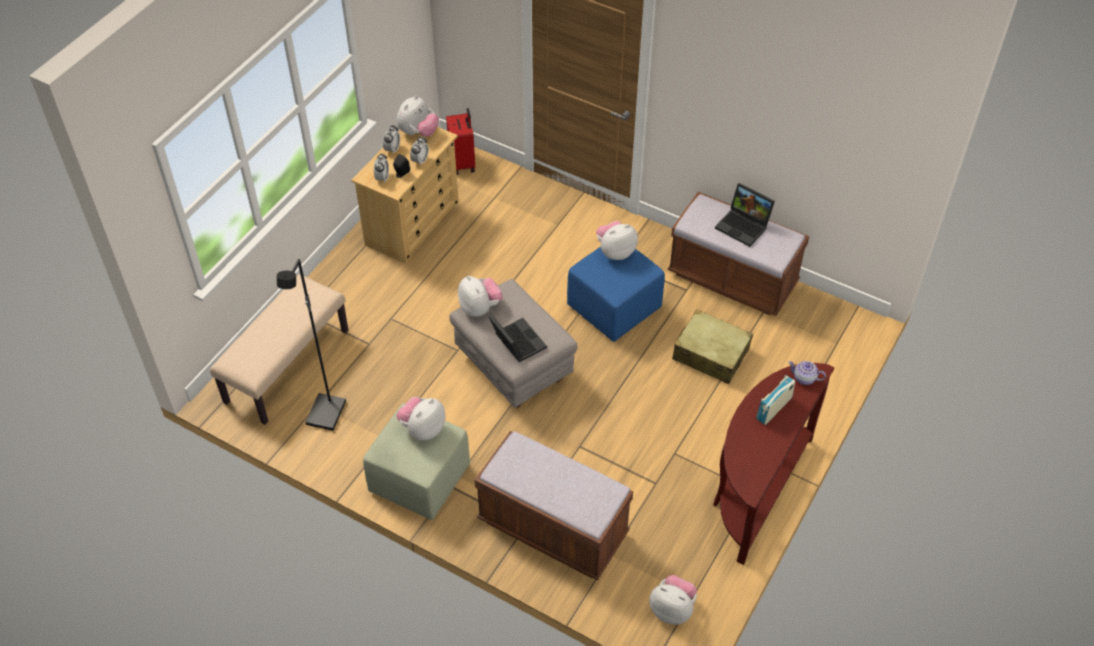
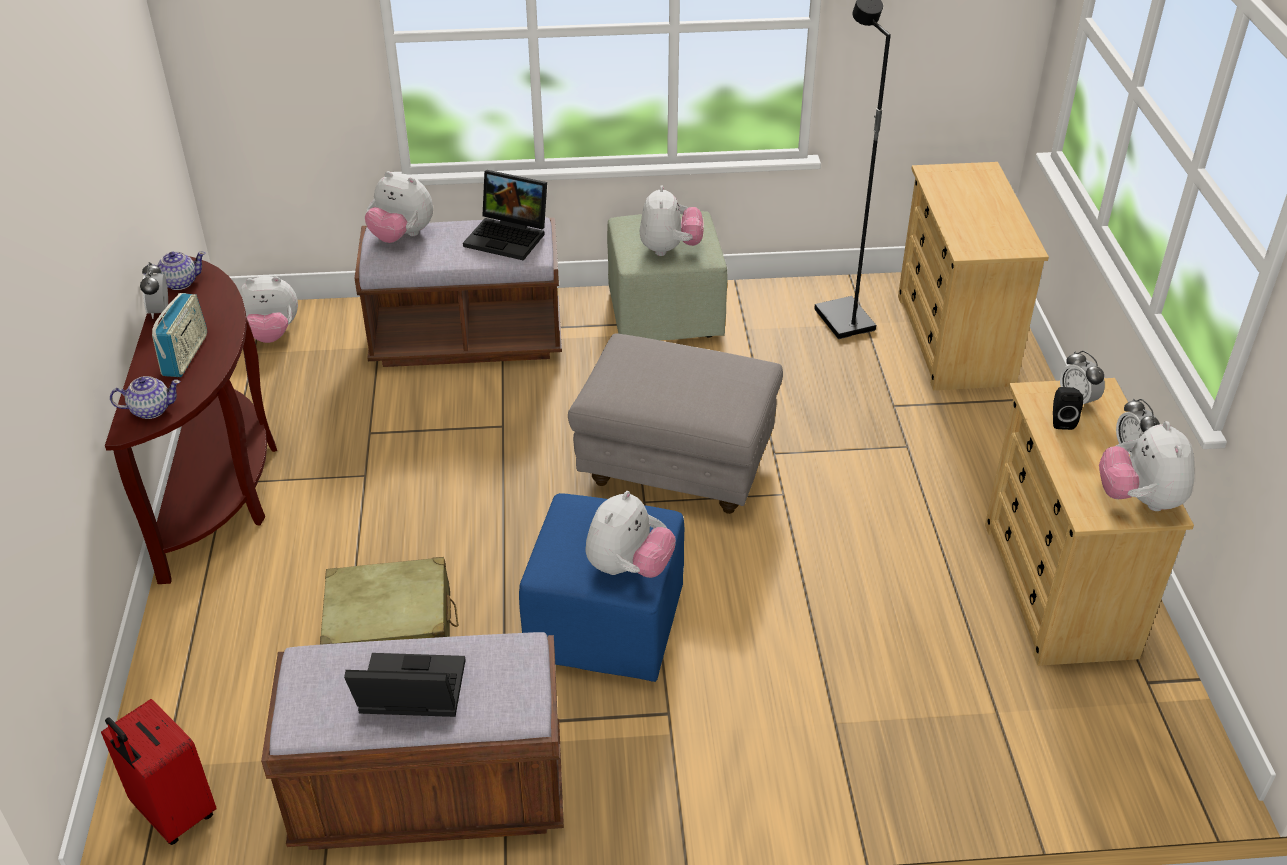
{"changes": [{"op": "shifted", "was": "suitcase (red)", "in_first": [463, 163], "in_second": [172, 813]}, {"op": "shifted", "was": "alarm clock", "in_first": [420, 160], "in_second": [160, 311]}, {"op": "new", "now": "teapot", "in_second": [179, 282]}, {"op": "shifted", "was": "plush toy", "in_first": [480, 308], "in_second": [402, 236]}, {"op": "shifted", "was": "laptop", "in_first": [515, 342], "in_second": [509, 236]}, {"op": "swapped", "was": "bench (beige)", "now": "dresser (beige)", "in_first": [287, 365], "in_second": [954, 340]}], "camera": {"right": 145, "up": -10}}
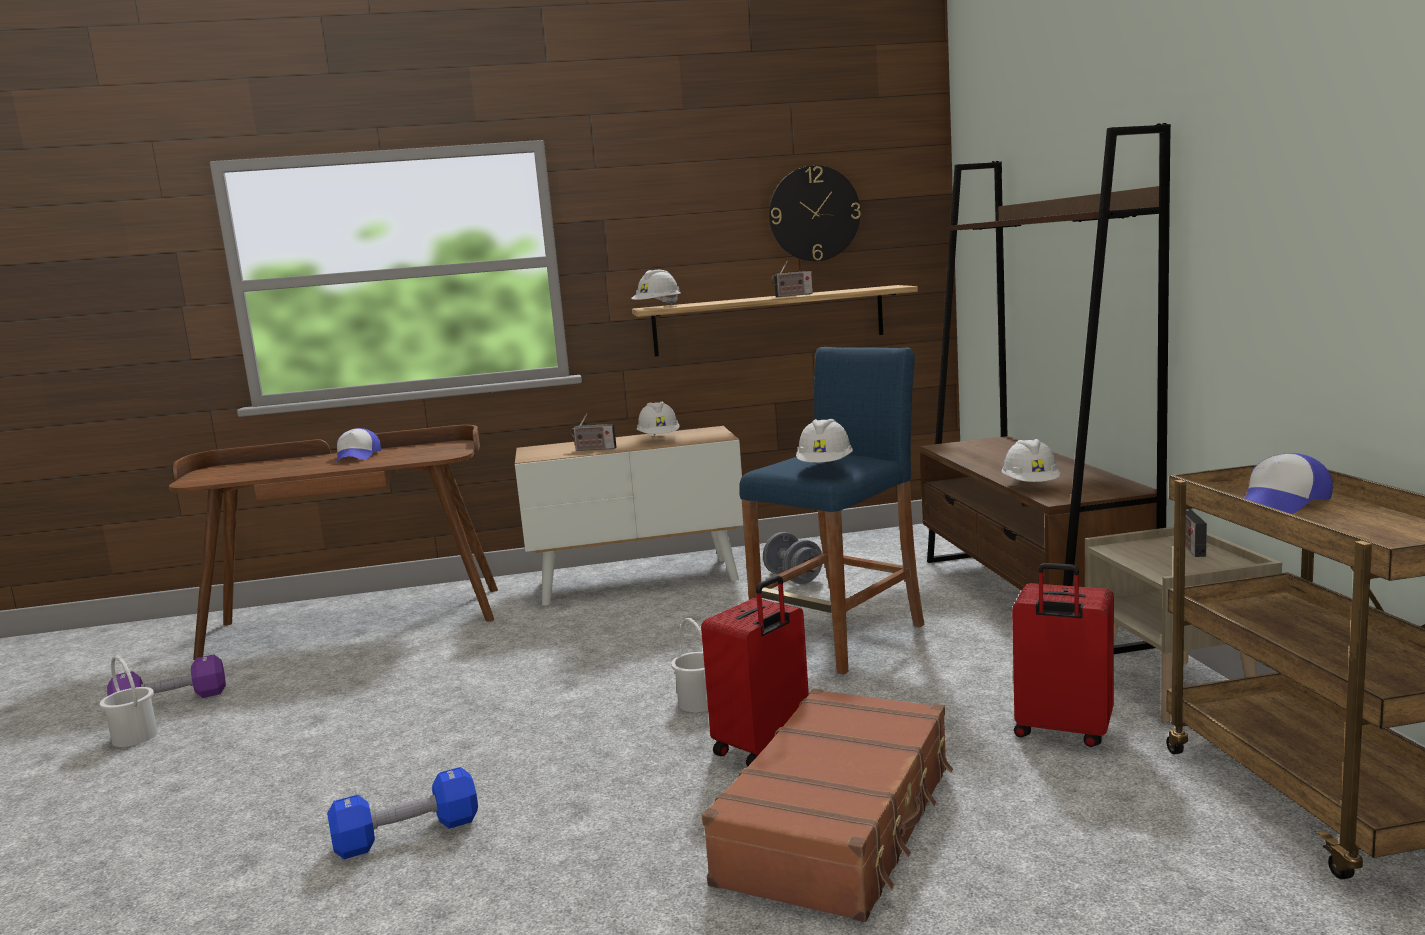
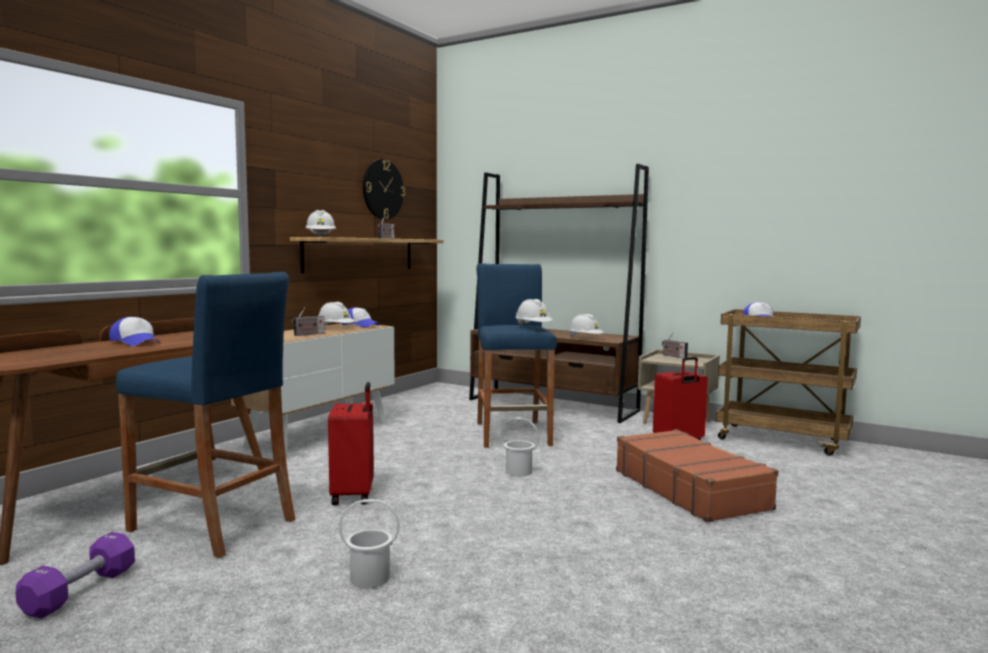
{"changes": [{"op": "new", "now": "stool (blue)", "in_second": [212, 525]}, {"op": "shifted", "was": "suitcase (red)", "in_first": [763, 747], "in_second": [354, 495]}, {"op": "shifted", "was": "bucket (white)", "in_first": [135, 737], "in_second": [369, 578]}, {"op": "new", "now": "cap", "in_second": [360, 325]}, {"op": "gone", "was": "dumbbell (blue)", "in_first": [407, 835]}, {"op": "gone", "was": "dumbbell (grey)", "in_first": [793, 578]}], "camera": {"right": -50, "up": -5}}
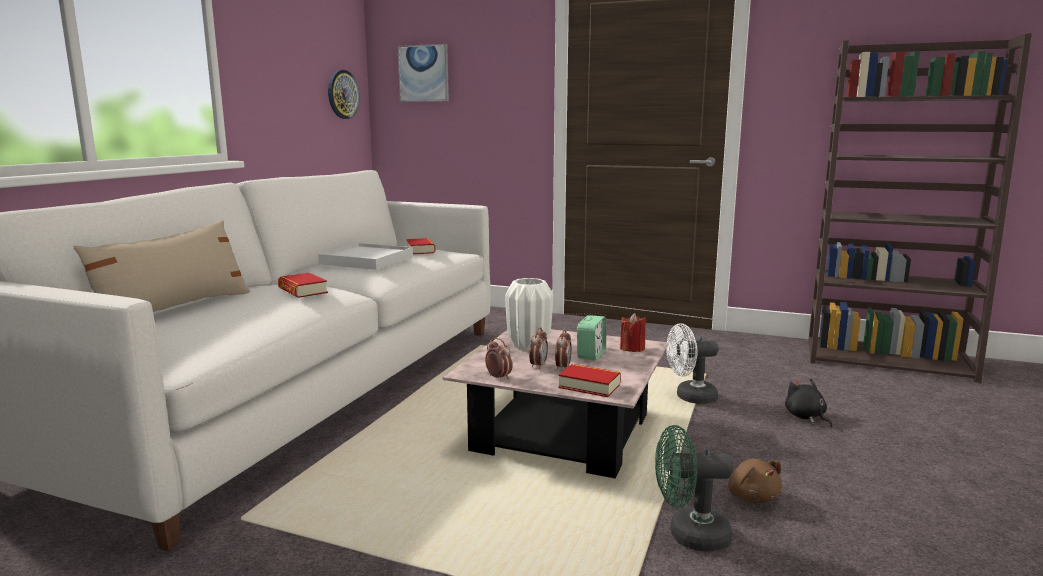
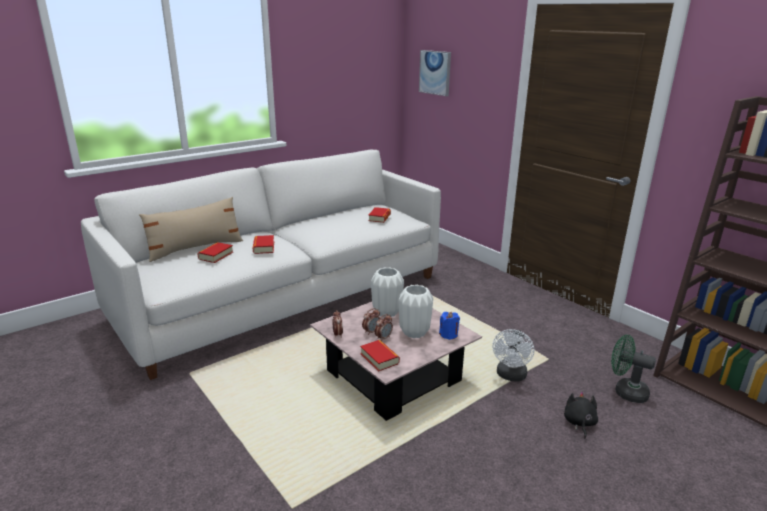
{"changes": [{"op": "new", "now": "book", "in_second": [216, 255]}, {"op": "swapped", "was": "alarm clock", "now": "vase (white)", "in_first": [591, 355], "in_second": [414, 332]}, {"op": "repainted", "was": "candle (red)", "now": "candle (blue)", "in_first": [632, 348], "in_second": [448, 334]}, {"op": "rotated", "was": "fan (white)", "in_first": [690, 397], "in_second": [510, 376], "clockwise": -90}, {"op": "shifted", "was": "fan (green)", "in_first": [689, 535], "in_second": [625, 391]}, {"op": "gone", "was": "tray (white)", "in_first": [367, 260]}, {"op": "gone", "was": "wall clock", "in_first": [342, 94]}, {"op": "gone", "was": "plush toy (brown)", "in_first": [751, 496]}], "camera": {"right": 30, "up": 10}}
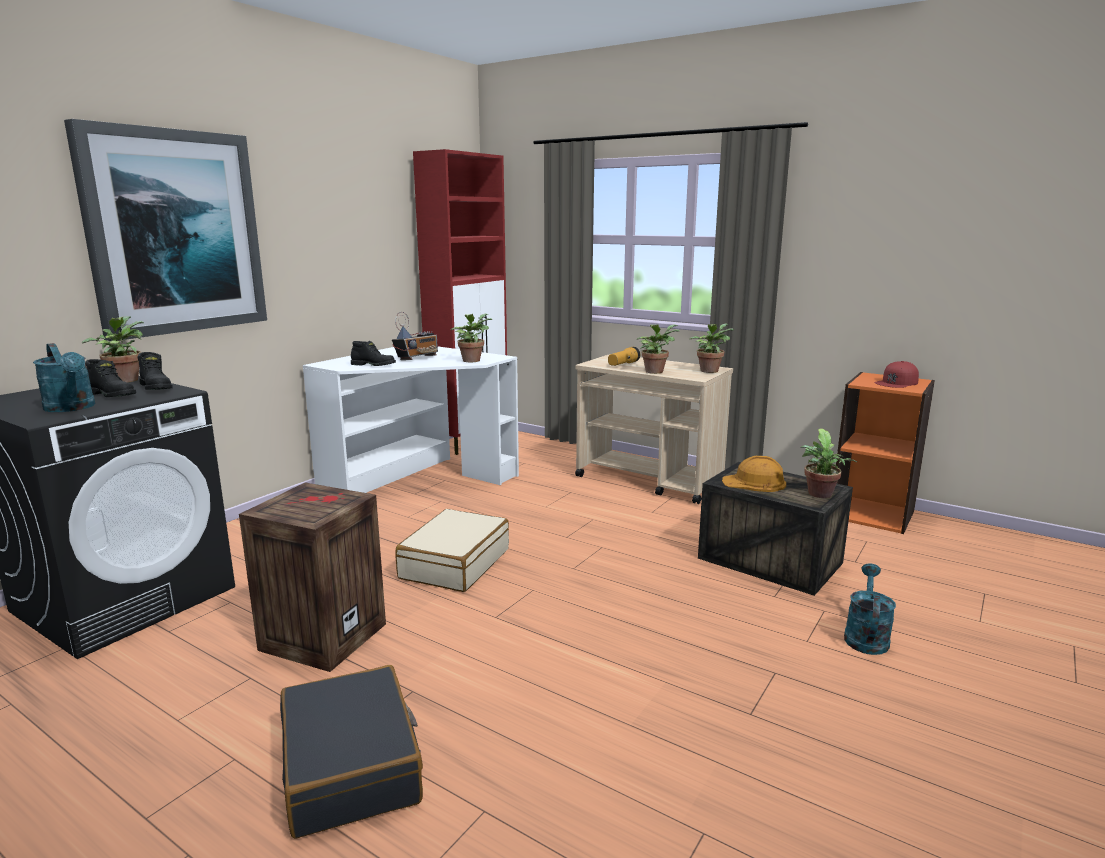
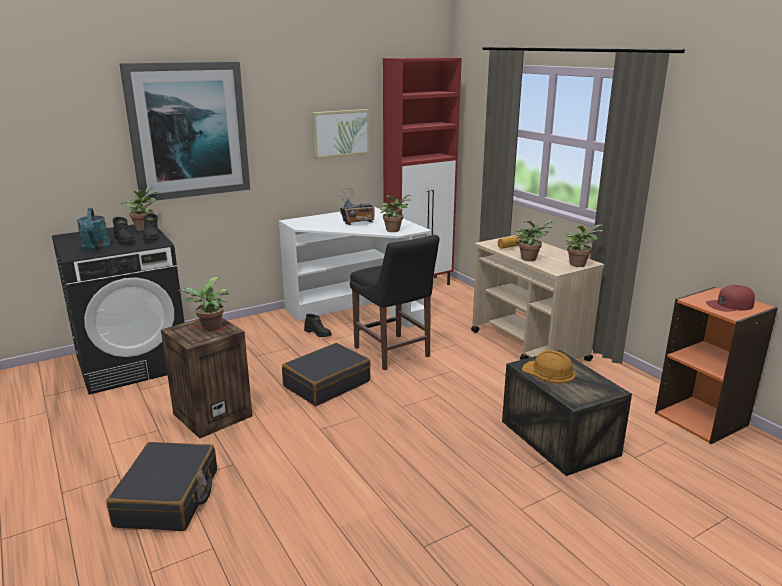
{"changes": [{"op": "shifted", "was": "potted plant", "in_first": [820, 495], "in_second": [209, 328]}, {"op": "repainted", "was": "suitcase (beige)", "now": "suitcase (black)", "in_first": [454, 563], "in_second": [326, 384]}, {"op": "shifted", "was": "boot (black)", "in_first": [374, 365], "in_second": [318, 333]}, {"op": "new", "now": "picture", "in_second": [340, 133]}, {"op": "new", "now": "chair (black)", "in_second": [393, 353]}, {"op": "gone", "was": "watering can (turquoise)", "in_first": [865, 636]}], "camera": {"right": 25, "up": 5}}
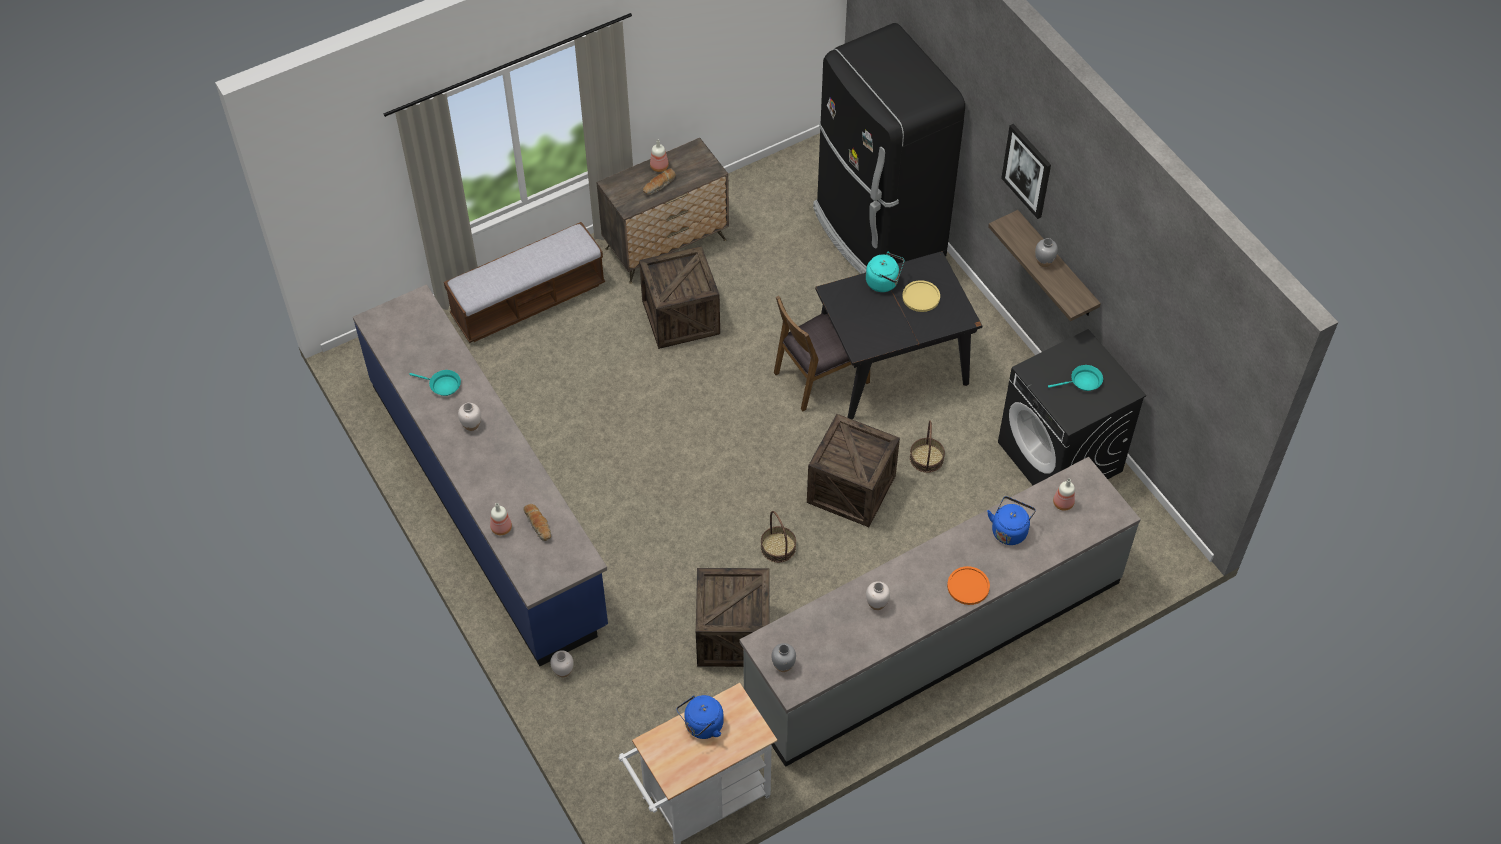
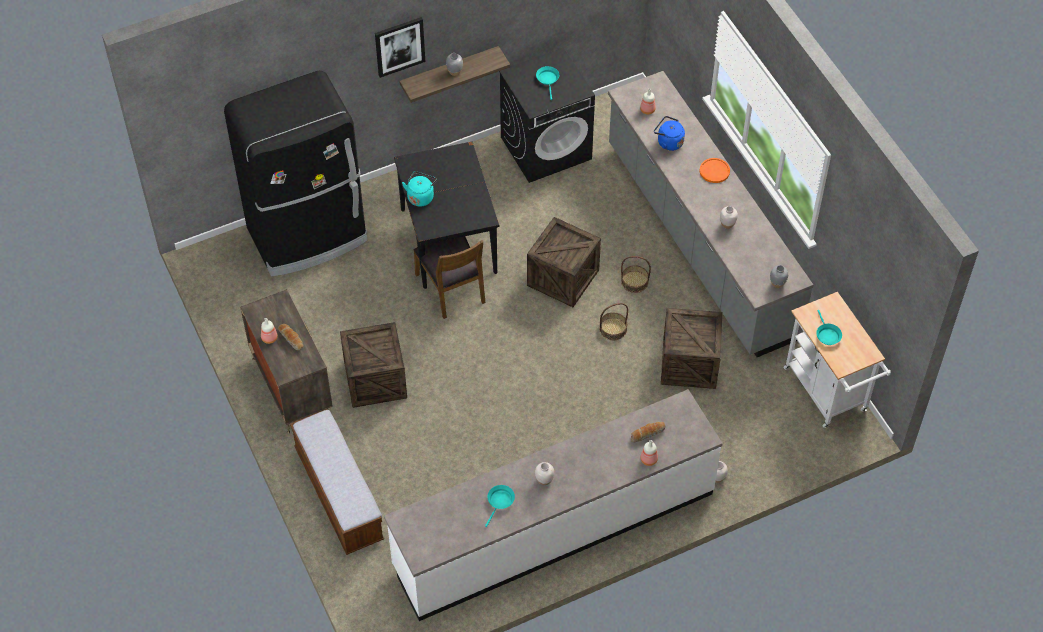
{"changes": [{"op": "repainted", "was": "counter (blue)", "now": "counter (white)", "in_first": [487, 503], "in_second": [553, 529]}, {"op": "shifted", "was": "basket", "in_first": [926, 458], "in_second": [634, 281]}, {"op": "swapped", "was": "kettle (blue)", "now": "frying pan (turquoise)", "in_first": [702, 726], "in_second": [827, 335]}, {"op": "gone", "was": "plate (yellow)", "in_first": [921, 297]}], "camera": {"right": -85, "up": 0}}
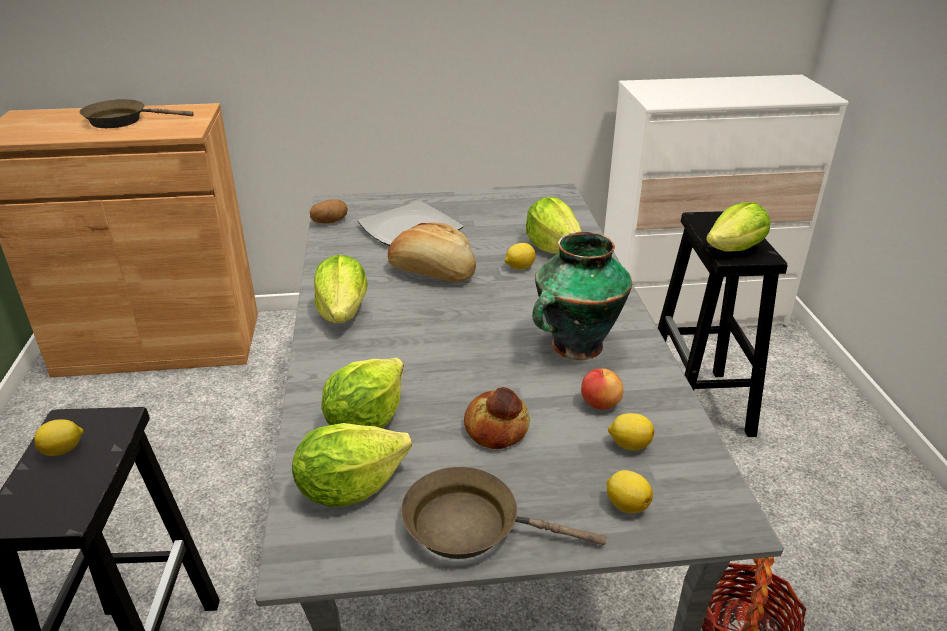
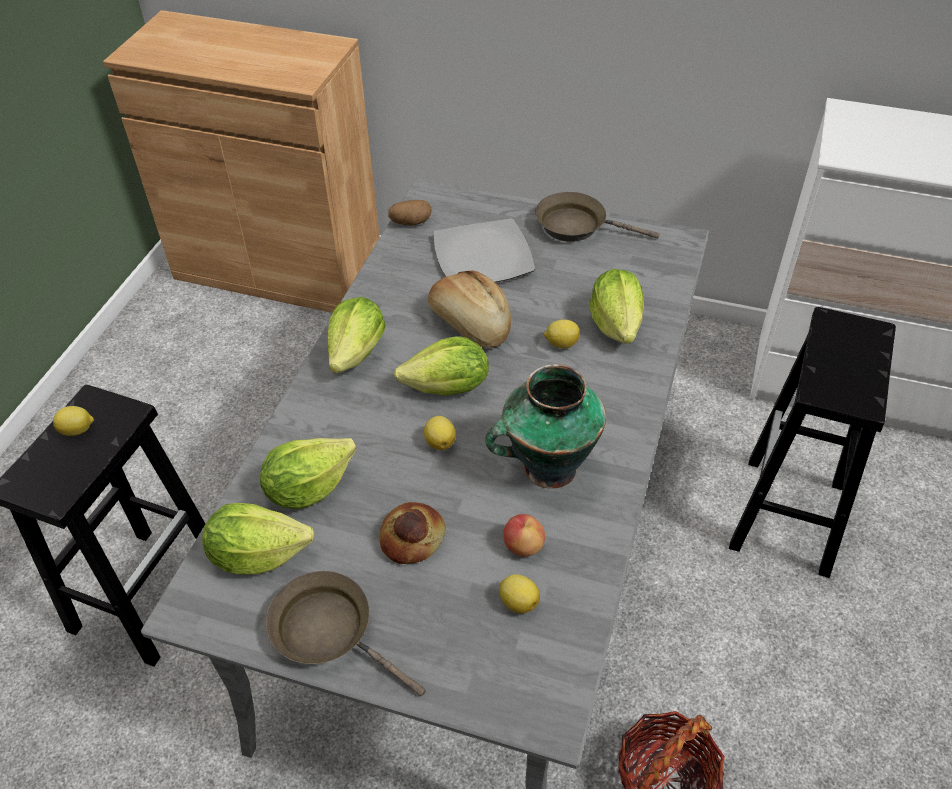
{"changes": [{"op": "shifted", "was": "lettuce", "in_first": [735, 249], "in_second": [448, 388]}, {"op": "shifted", "was": "lemon", "in_first": [626, 504], "in_second": [440, 442]}, {"op": "shifted", "was": "frying pan (brown)", "in_first": [122, 120], "in_second": [577, 226]}], "camera": {"right": 25, "up": 15}}
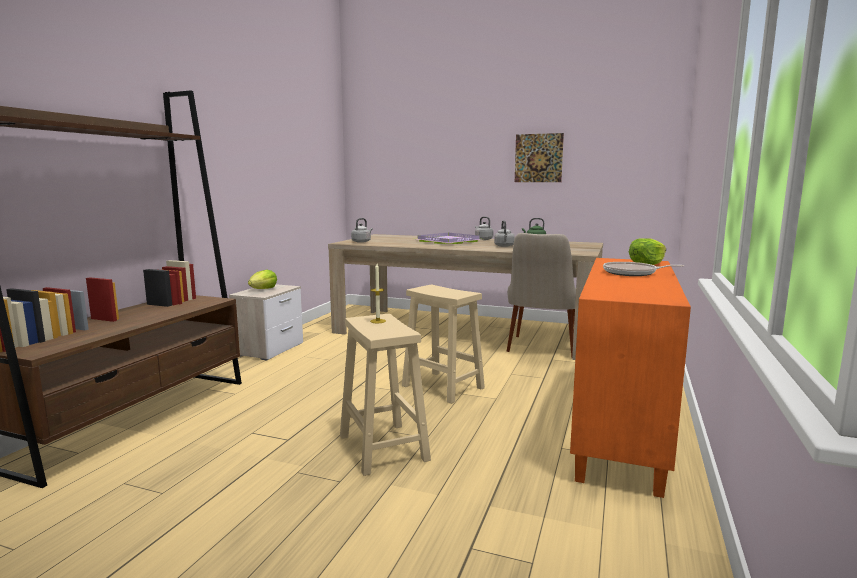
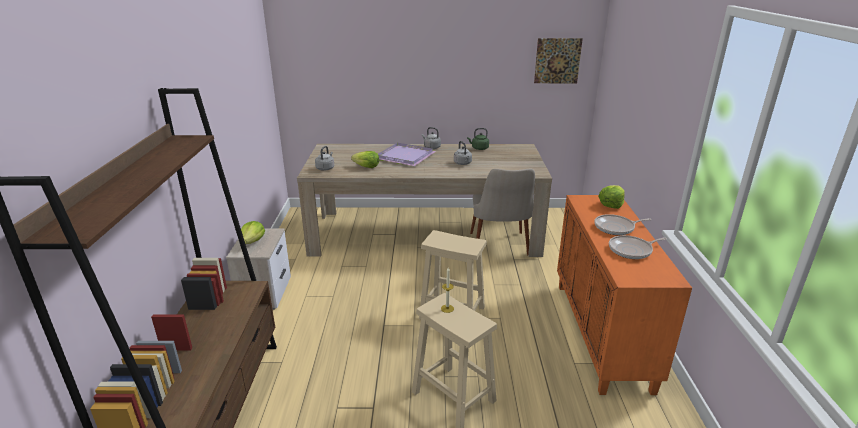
{"changes": [{"op": "new", "now": "lettuce", "in_second": [366, 167]}, {"op": "shifted", "was": "picture", "in_first": [538, 158], "in_second": [557, 61]}, {"op": "new", "now": "frying pan", "in_second": [632, 250]}], "camera": {"right": -20, "up": 15}}
